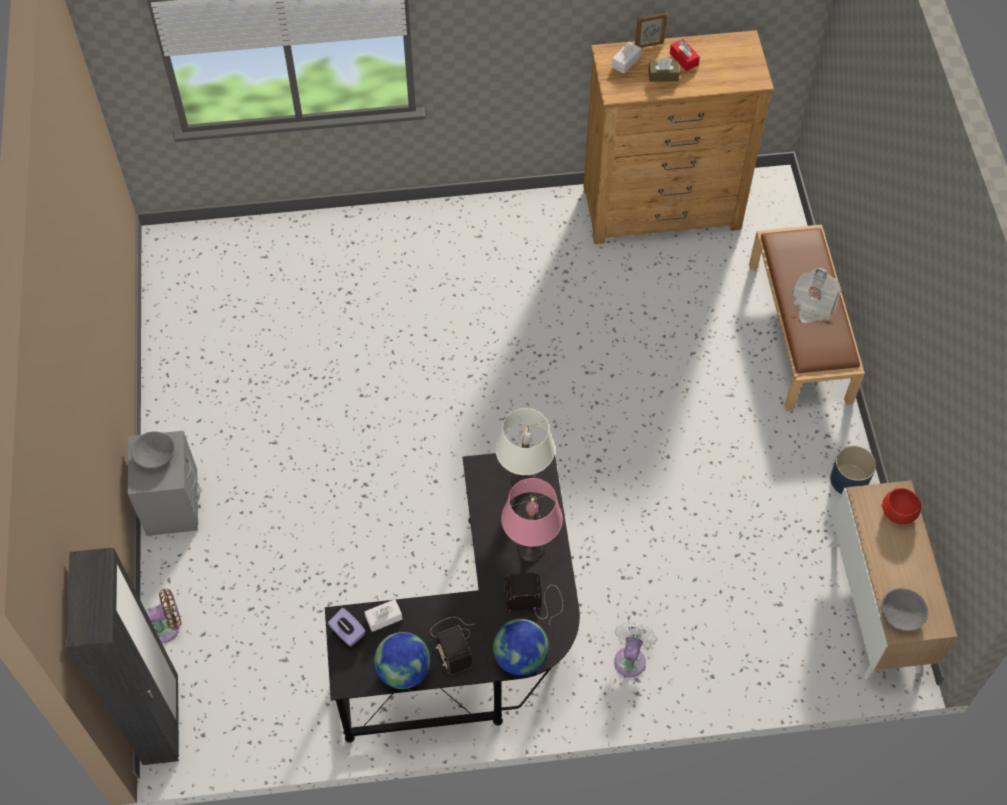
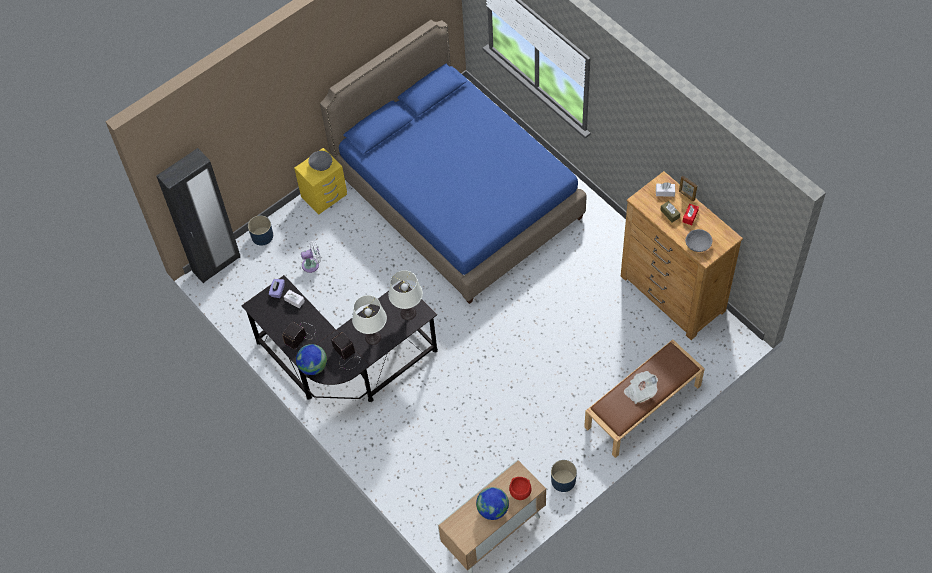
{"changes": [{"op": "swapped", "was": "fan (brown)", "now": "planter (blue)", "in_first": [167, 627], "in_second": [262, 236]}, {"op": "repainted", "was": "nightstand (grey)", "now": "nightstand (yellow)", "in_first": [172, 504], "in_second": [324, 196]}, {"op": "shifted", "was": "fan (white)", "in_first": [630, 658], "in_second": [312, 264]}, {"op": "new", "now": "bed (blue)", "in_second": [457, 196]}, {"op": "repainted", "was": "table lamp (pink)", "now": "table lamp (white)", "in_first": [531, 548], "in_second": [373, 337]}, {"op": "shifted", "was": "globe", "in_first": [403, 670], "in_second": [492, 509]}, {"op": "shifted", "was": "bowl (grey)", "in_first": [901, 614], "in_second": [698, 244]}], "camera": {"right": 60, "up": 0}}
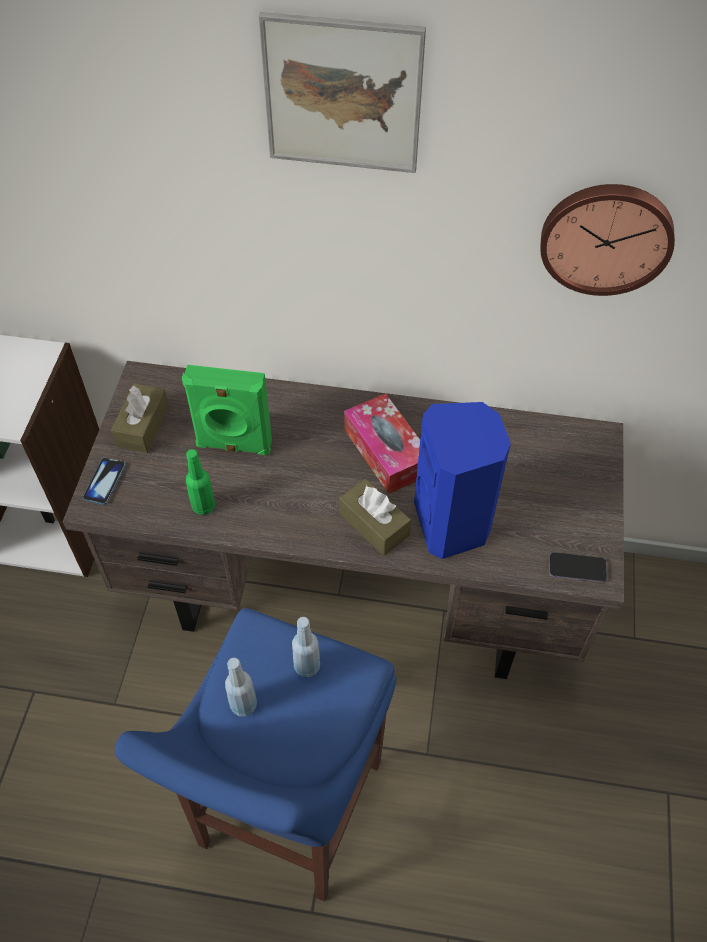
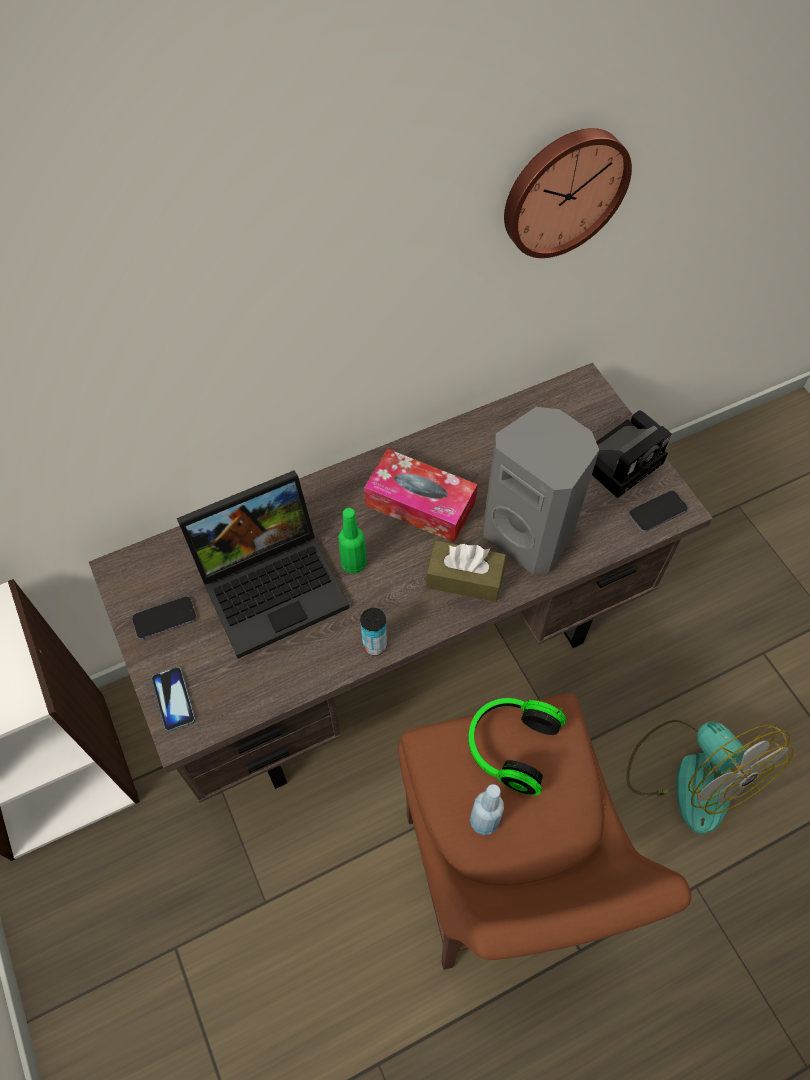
{"changes": [{"op": "swapped", "was": "tissue box (brown)", "now": "phone", "in_first": [143, 426], "in_second": [165, 619]}, {"op": "swapped", "was": "speaker (green)", "now": "laptop", "in_first": [234, 445], "in_second": [274, 583]}, {"op": "shifted", "was": "bottle (green)", "in_first": [204, 506], "in_second": [353, 563]}, {"op": "new", "now": "can", "in_second": [374, 645]}, {"op": "repainted", "was": "stool (blue)", "now": "stool (brown)", "in_first": [285, 812], "in_second": [494, 884]}, {"op": "swapped", "was": "bottle (blue)", "now": "headphones", "in_first": [307, 666], "in_second": [509, 746]}, {"op": "repainted", "was": "speaker (blue)", "now": "speaker (grey)", "in_first": [453, 523], "in_second": [530, 535]}, {"op": "new", "now": "photo camera", "in_second": [623, 460]}, {"op": "new", "now": "fan", "in_second": [691, 774]}, {"op": "gone", "was": "picture", "in_first": [342, 94]}], "camera": {"right": -35, "up": 5}}
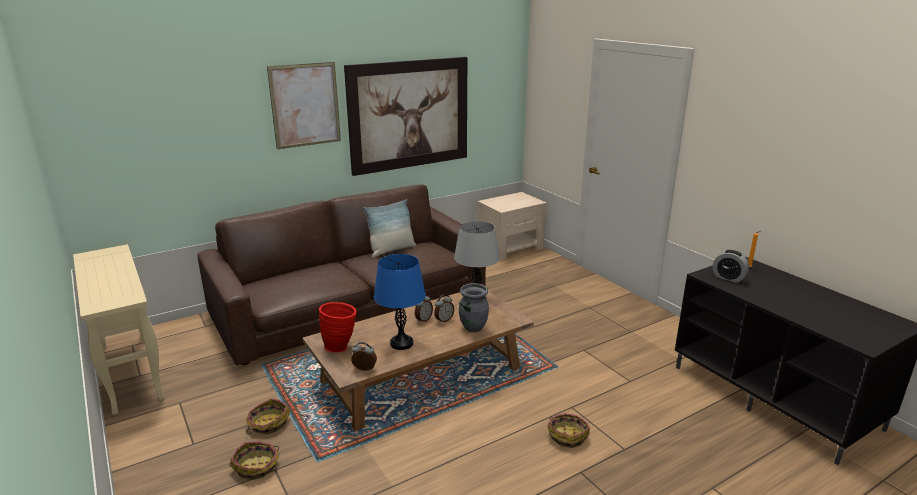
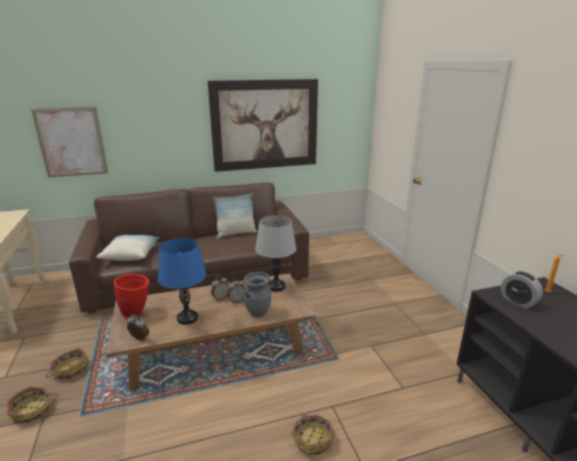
{"changes": [{"op": "shifted", "was": "picture", "in_first": [305, 105], "in_second": [71, 142]}, {"op": "new", "now": "pillow", "in_second": [131, 254]}, {"op": "gone", "was": "nightstand (beige)", "in_first": [510, 247]}], "camera": {"right": 15, "up": 0}}
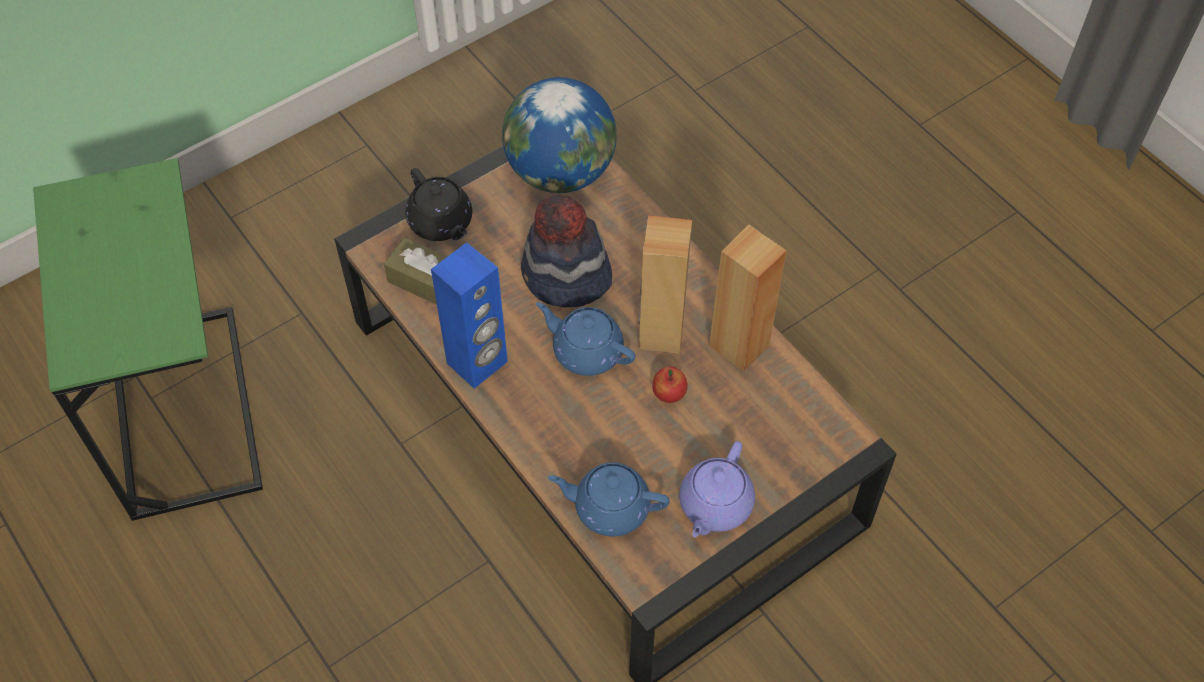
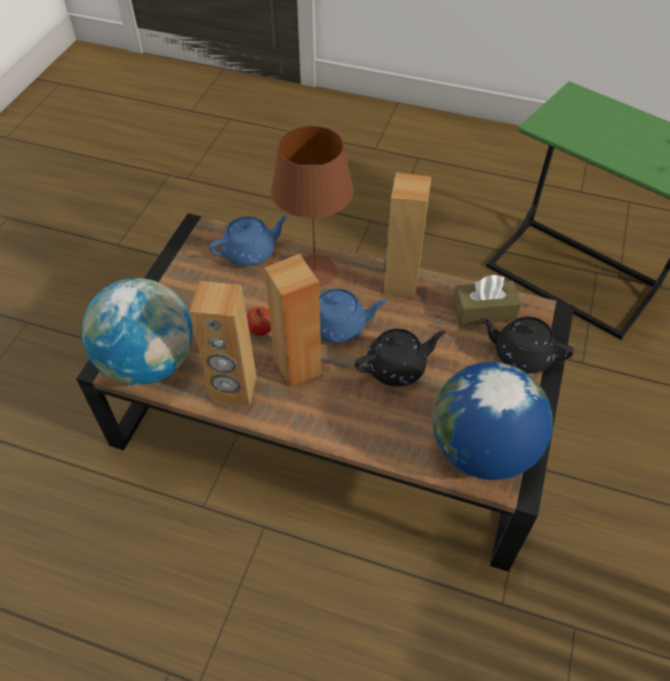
{"changes": [{"op": "new", "now": "globe", "in_second": [149, 363]}, {"op": "new", "now": "table lamp (brown)", "in_second": [314, 271]}, {"op": "swapped", "was": "hat", "now": "teapot (black)", "in_first": [566, 277], "in_second": [397, 367]}, {"op": "repainted", "was": "speaker (blue)", "now": "speaker (brown)", "in_first": [477, 363], "in_second": [400, 283]}, {"op": "gone", "was": "teapot (purple)", "in_first": [714, 505]}], "camera": {"right": 145, "up": -5}}
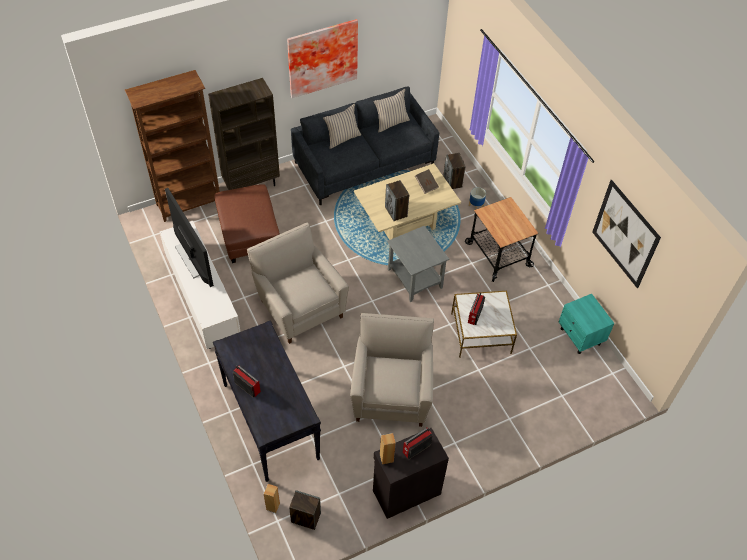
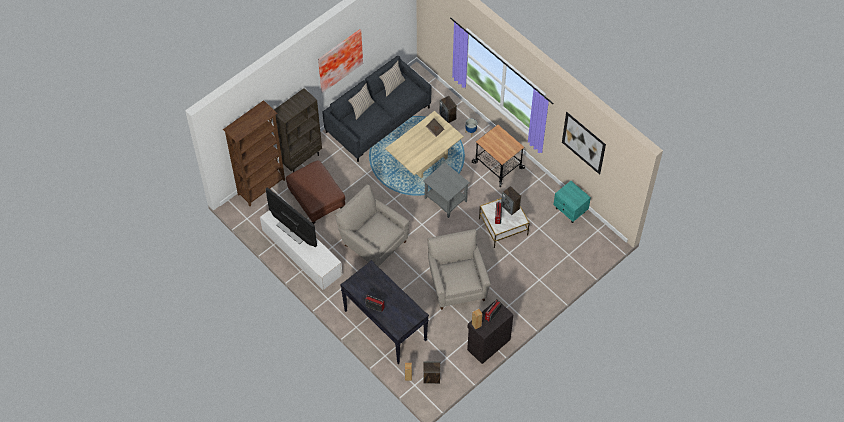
{"changes": [{"op": "shifted", "was": "speaker", "in_first": [396, 212], "in_second": [510, 207]}], "camera": {"right": -15, "up": 5}}
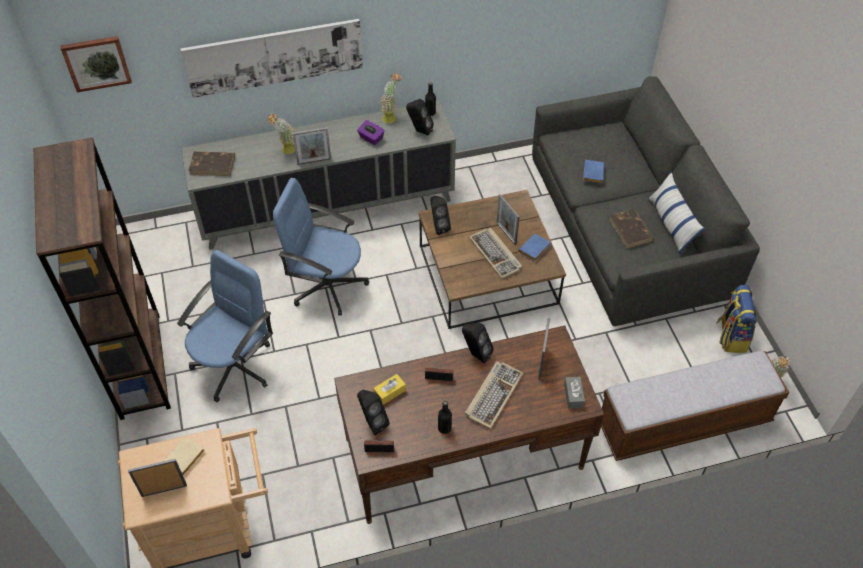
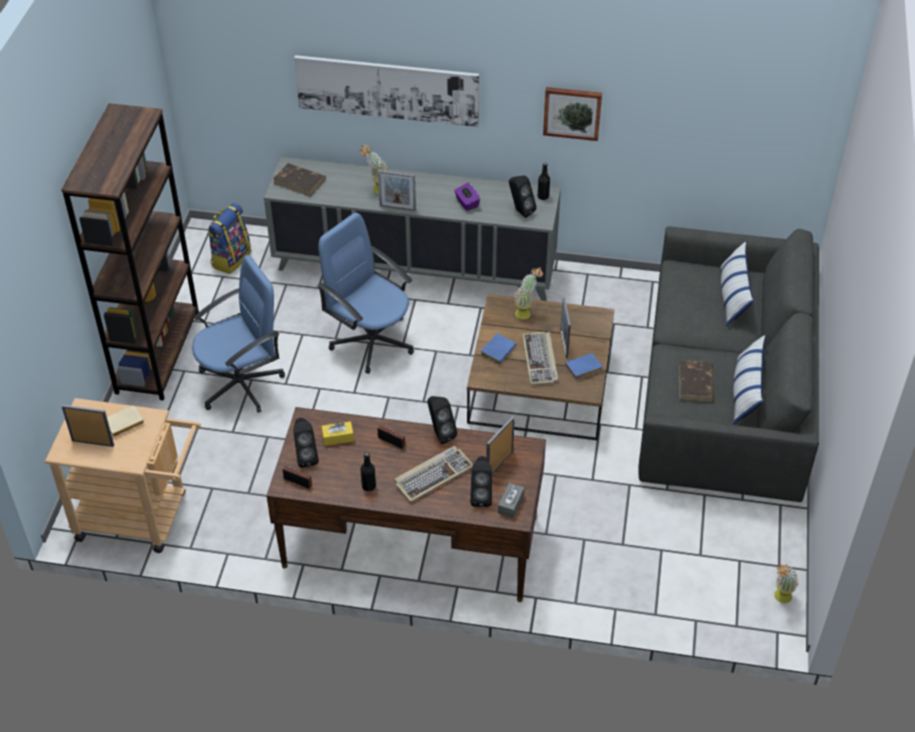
{"changes": [{"op": "shifted", "was": "backpack", "in_first": [731, 336], "in_second": [231, 259]}, {"op": "shifted", "was": "speaker (black)", "in_first": [438, 226], "in_second": [481, 496]}, {"op": "shifted", "was": "book (blue)", "in_first": [592, 173], "in_second": [497, 350]}, {"op": "shifted", "was": "potted plant", "in_first": [391, 116], "in_second": [526, 312]}, {"op": "shifted", "was": "picture", "in_first": [97, 63], "in_second": [572, 112]}, {"op": "new", "now": "pillow", "in_second": [733, 296]}, {"op": "gone", "was": "bench", "in_first": [683, 423]}], "camera": {"right": 25, "up": -5}}
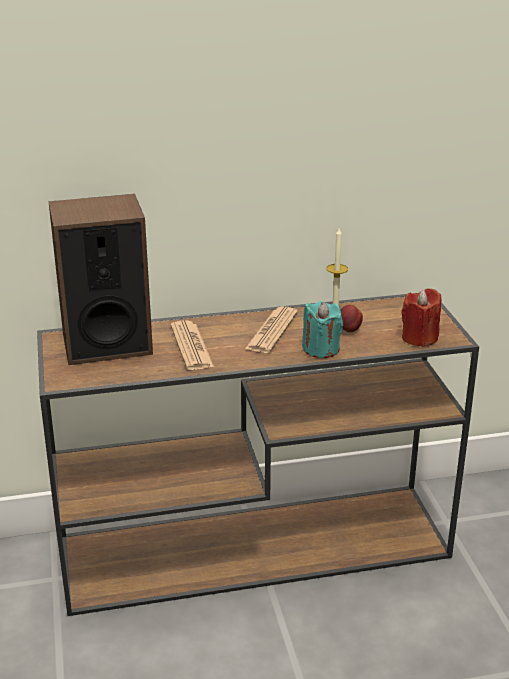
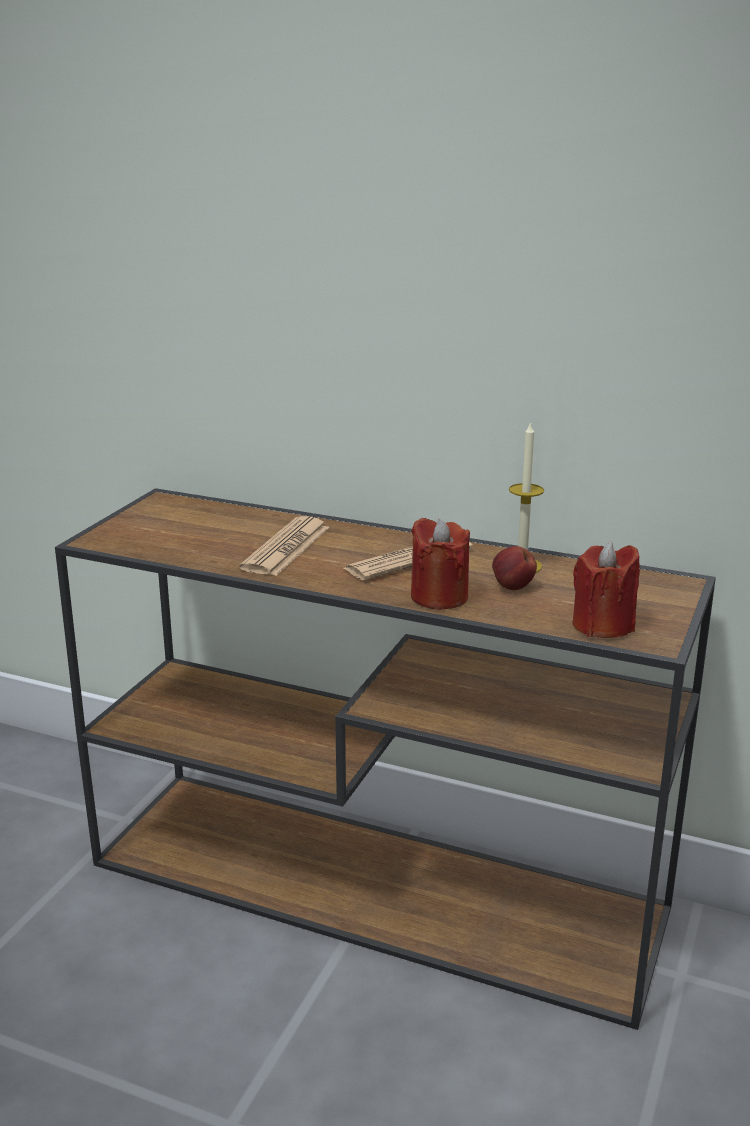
{"changes": [{"op": "repainted", "was": "candle (turquoise)", "now": "candle (red)", "in_first": [321, 349], "in_second": [439, 597]}, {"op": "gone", "was": "speaker", "in_first": [106, 344]}], "camera": {"right": 35, "up": -5}}
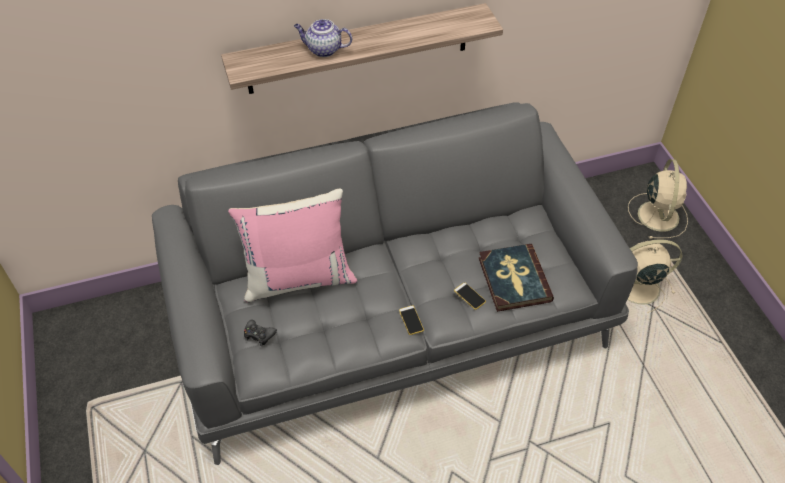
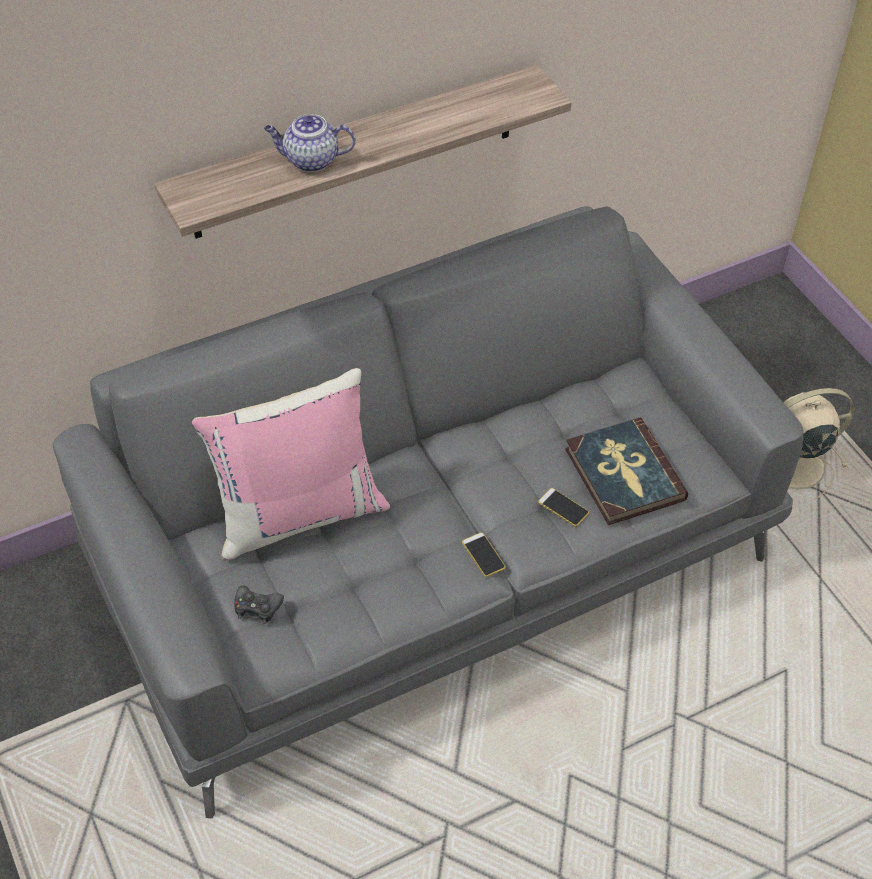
{"changes": [{"op": "gone", "was": "fan (beige)", "in_first": [658, 214]}], "camera": {"right": -10, "up": 0}}
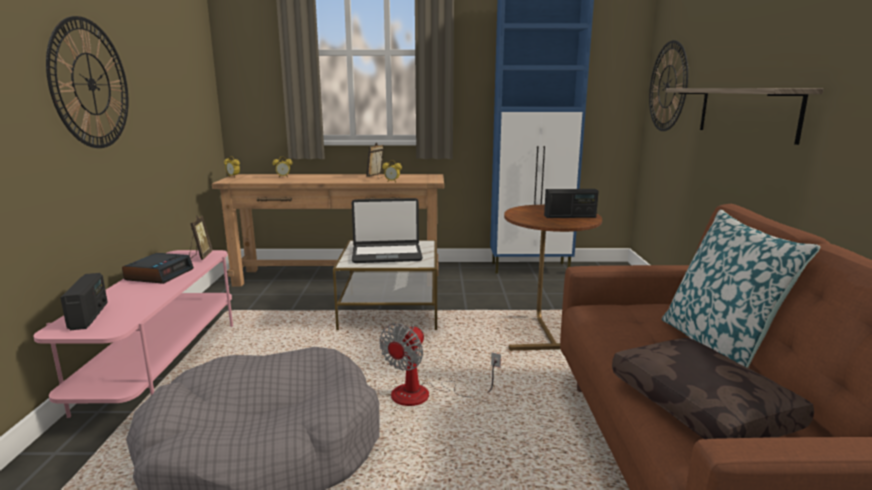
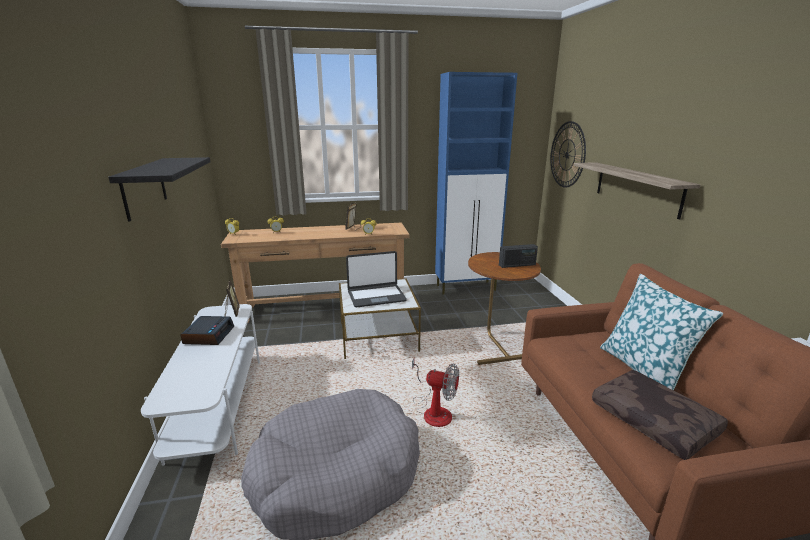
{"changes": [{"op": "swapped", "was": "wall clock", "now": "shelf (black)", "in_first": [91, 84], "in_second": [144, 187]}, {"op": "repainted", "was": "tv stand (pink)", "now": "tv stand (white)", "in_first": [163, 364], "in_second": [219, 406]}, {"op": "rotated", "was": "fan", "in_first": [425, 395], "in_second": [433, 410], "clockwise": -90}, {"op": "gone", "was": "radio", "in_first": [89, 316]}], "camera": {"right": -10, "up": 5}}
